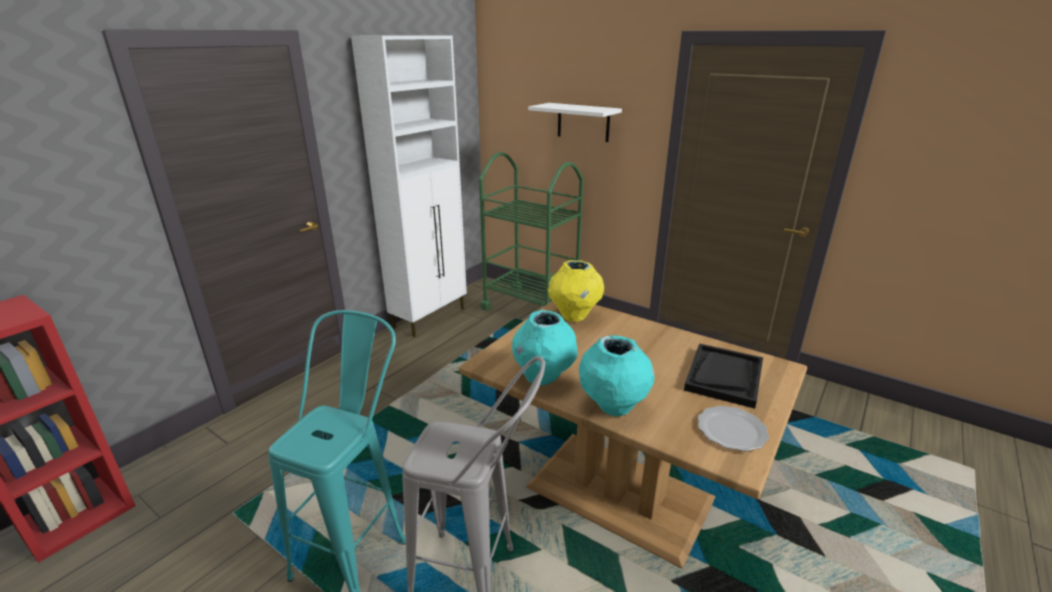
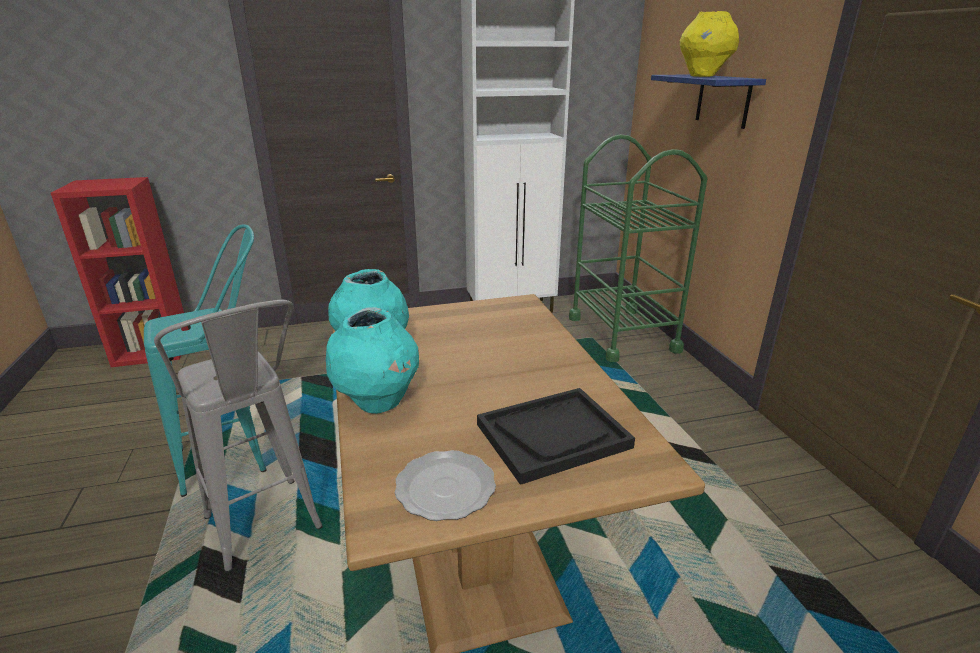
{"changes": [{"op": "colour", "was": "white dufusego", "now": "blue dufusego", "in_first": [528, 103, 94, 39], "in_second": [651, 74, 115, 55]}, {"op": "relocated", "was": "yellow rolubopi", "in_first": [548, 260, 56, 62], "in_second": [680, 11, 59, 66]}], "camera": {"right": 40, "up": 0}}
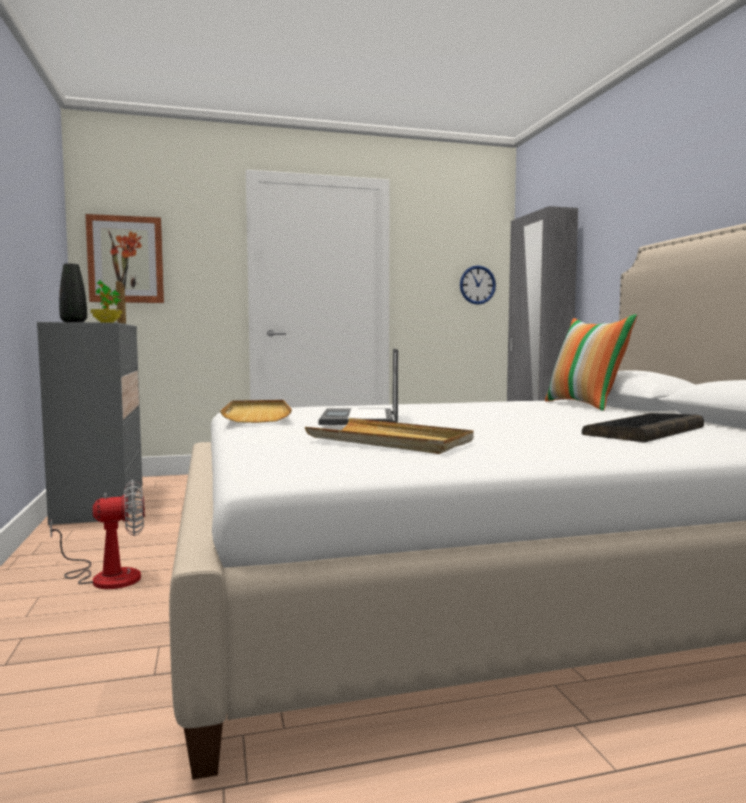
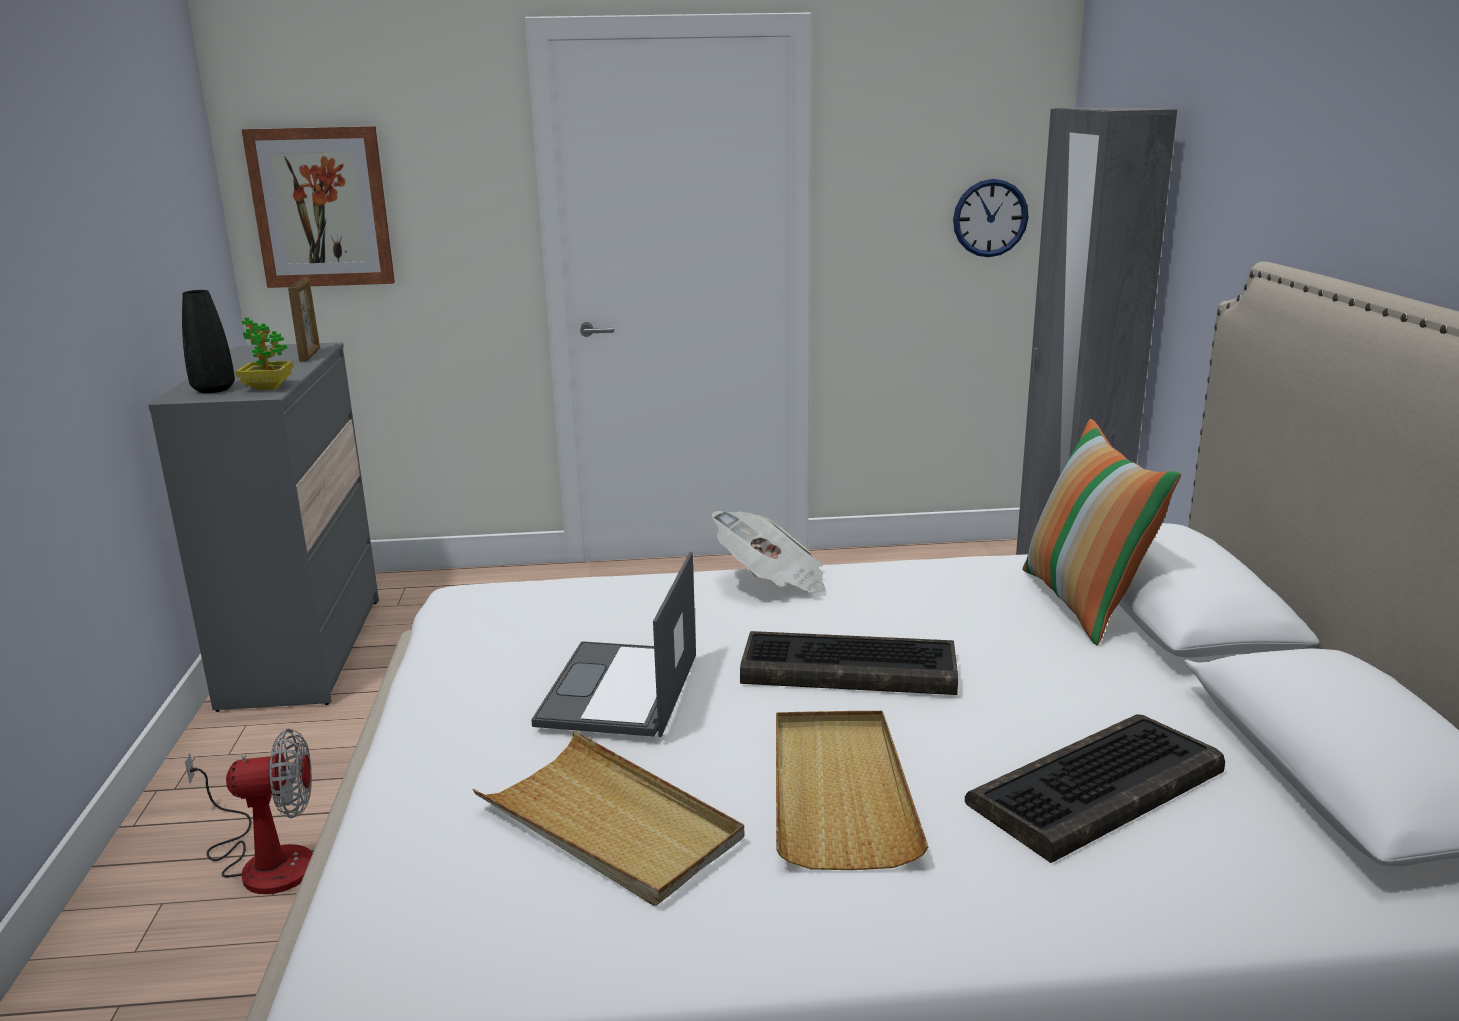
{"changes": [{"op": "relocated", "was": "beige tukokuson", "in_first": [220, 400, 72, 23], "in_second": [776, 711, 152, 159]}, {"op": "appeared", "now": "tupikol", "in_second": [712, 511, 114, 85]}, {"op": "appeared", "now": "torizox", "in_second": [740, 631, 218, 64]}], "camera": {"right": 10, "up": 15}}
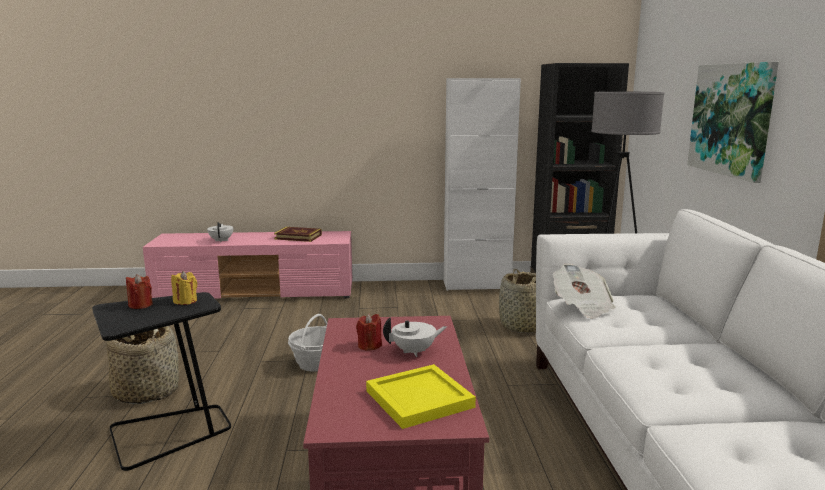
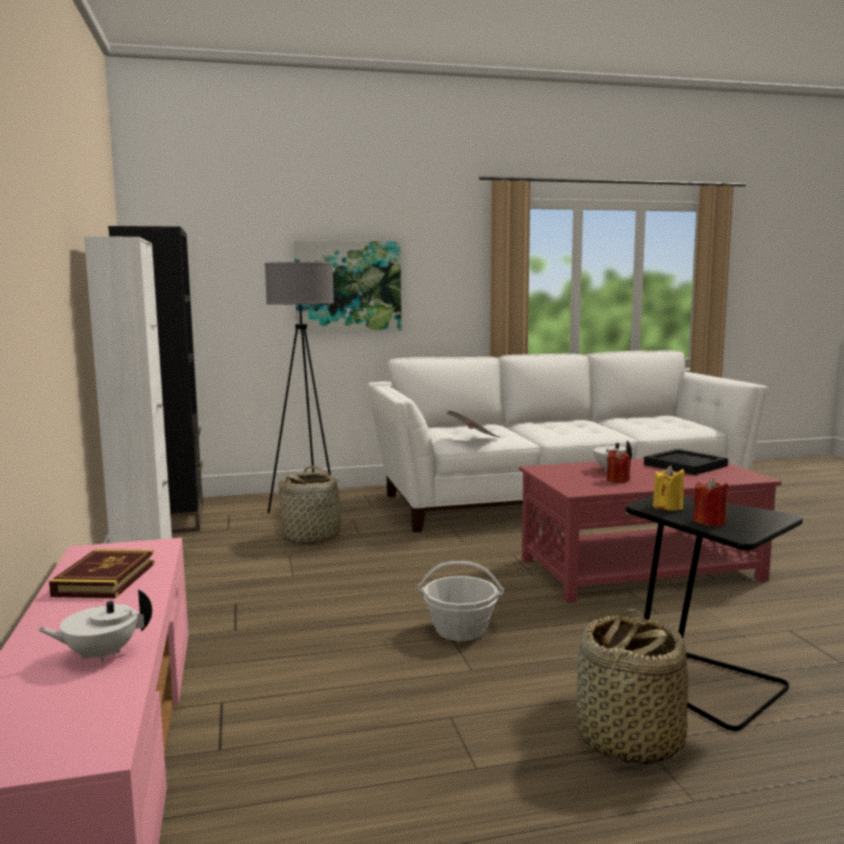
{"changes": [{"op": "colour", "was": "yellow tukokuson", "now": "black tukokuson", "in_first": [366, 364, 110, 65], "in_second": [644, 449, 84, 26]}], "camera": {"right": -100, "up": -5}}
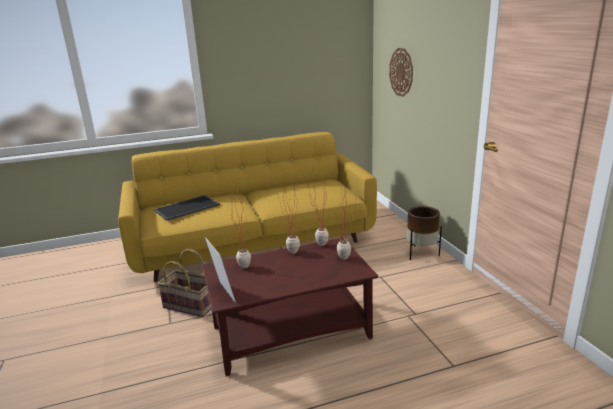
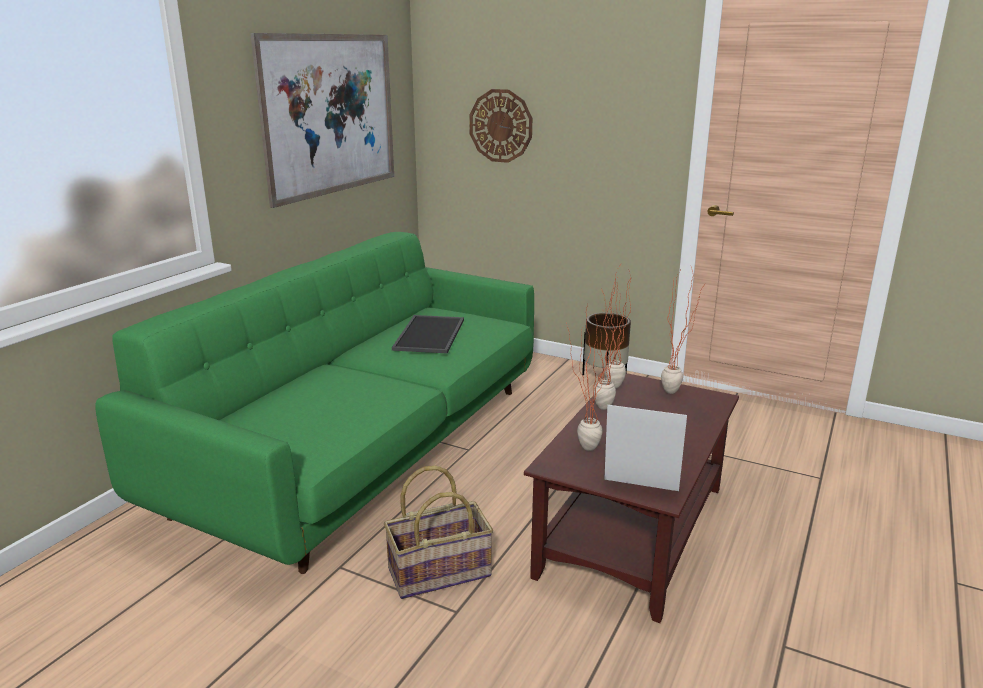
{"changes": [{"op": "colour", "was": "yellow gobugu", "now": "green gobugu", "in_first": [118, 132, 259, 150], "in_second": [95, 232, 439, 342]}, {"op": "relocated", "was": "tukokuson", "in_first": [154, 195, 66, 26], "in_second": [392, 315, 72, 38]}, {"op": "appeared", "now": "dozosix", "in_second": [250, 33, 144, 175]}], "camera": {"right": -45, "up": 0}}
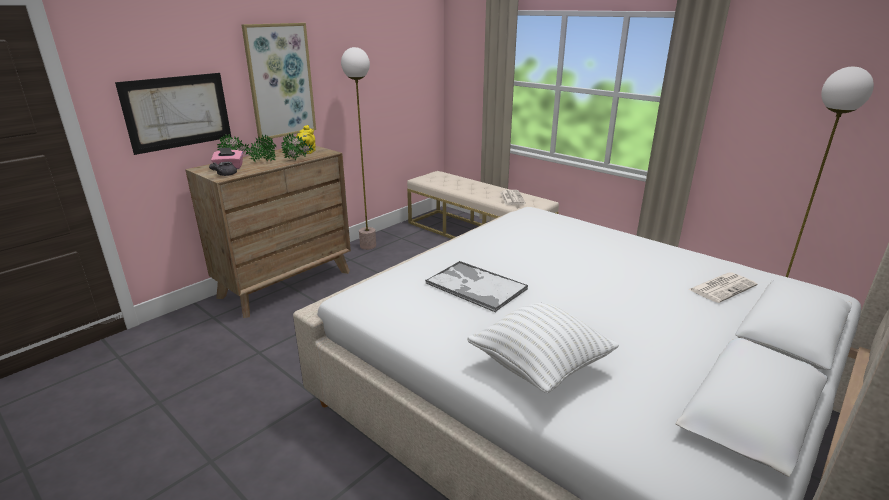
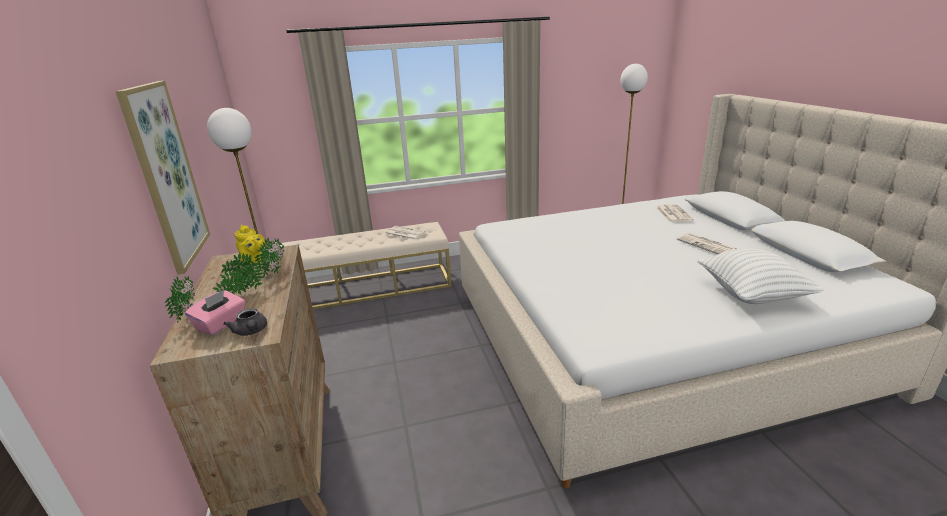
{"changes": [{"op": "missing", "was": "dozosix", "in_first": [115, 73, 116, 82]}, {"op": "missing", "was": "tukokuson", "in_first": [425, 261, 103, 52]}, {"op": "appeared", "now": "tupikol", "in_second": [677, 233, 60, 21]}], "camera": {"right": -55, "up": 0}}
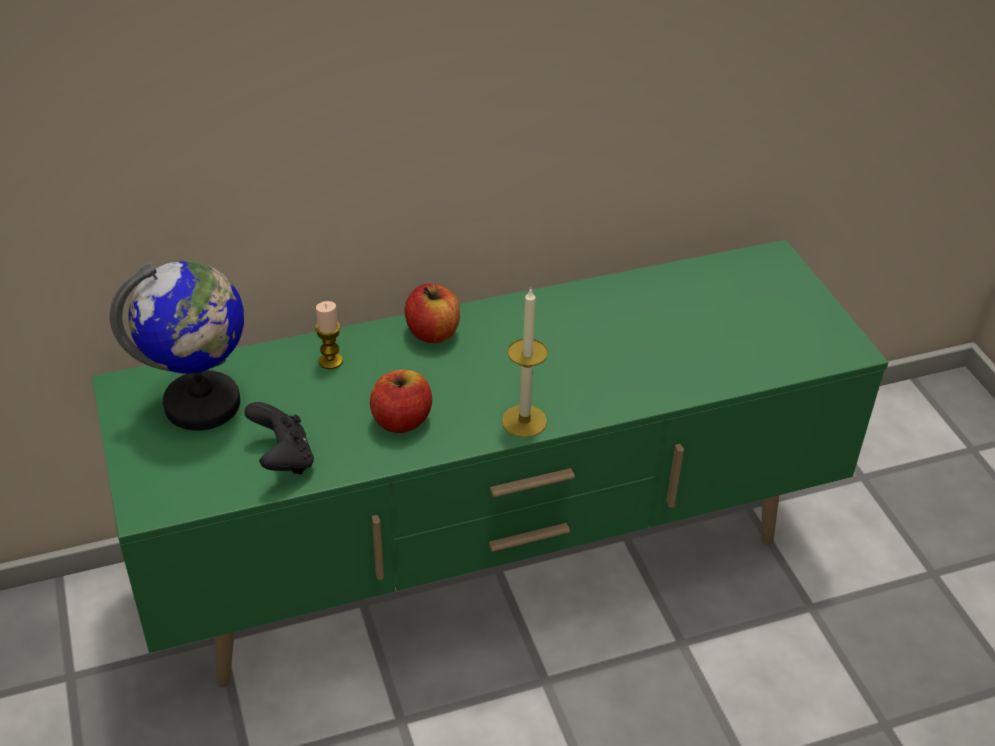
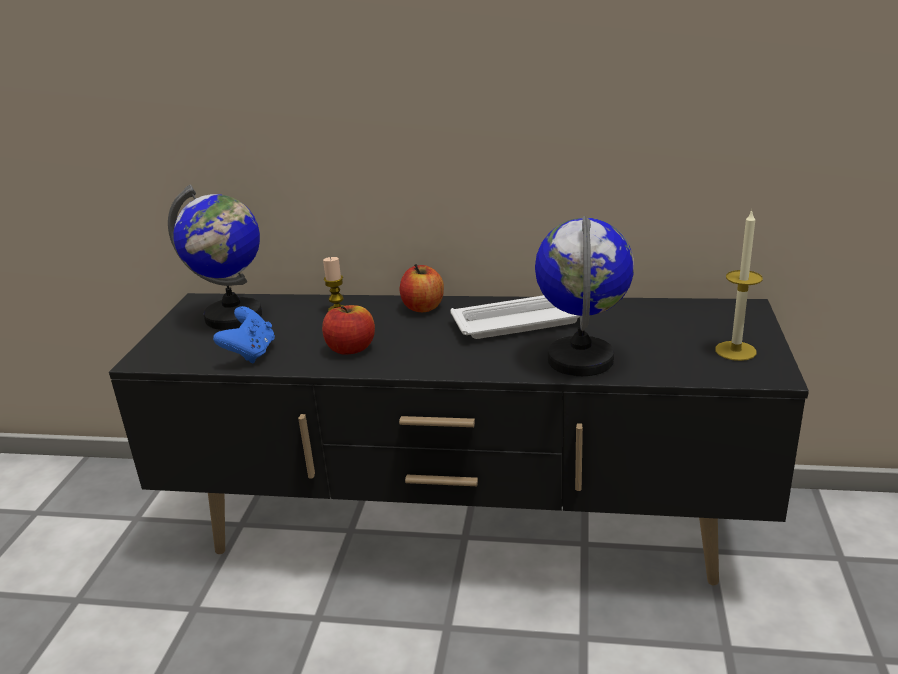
{"changes": [{"op": "colour", "was": "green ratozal", "now": "black ratozal", "in_first": [92, 240, 797, 447], "in_second": [109, 293, 700, 292]}, {"op": "colour", "was": "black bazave", "now": "blue bazave", "in_first": [244, 402, 70, 72], "in_second": [213, 306, 62, 57]}, {"op": "relocated", "was": "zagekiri", "in_first": [502, 287, 46, 151], "in_second": [715, 209, 48, 152]}, {"op": "appeared", "now": "white tukokuson", "in_second": [450, 295, 130, 44]}, {"op": "appeared", "now": "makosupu", "in_second": [535, 216, 99, 160]}], "camera": {"right": 30, "up": -15}}
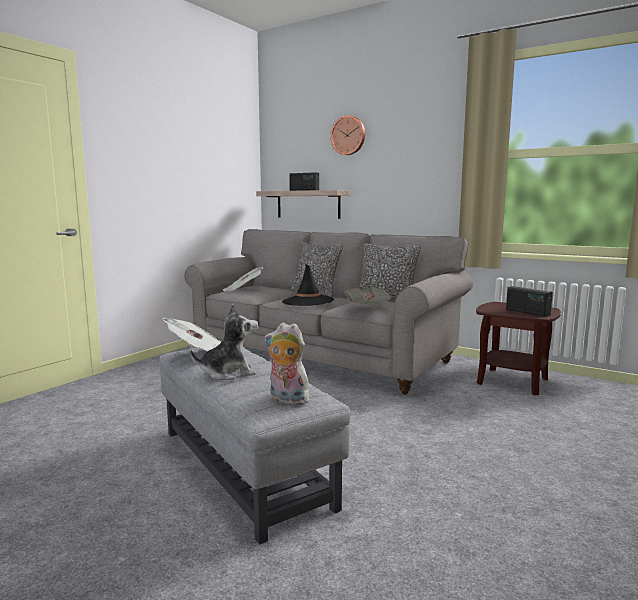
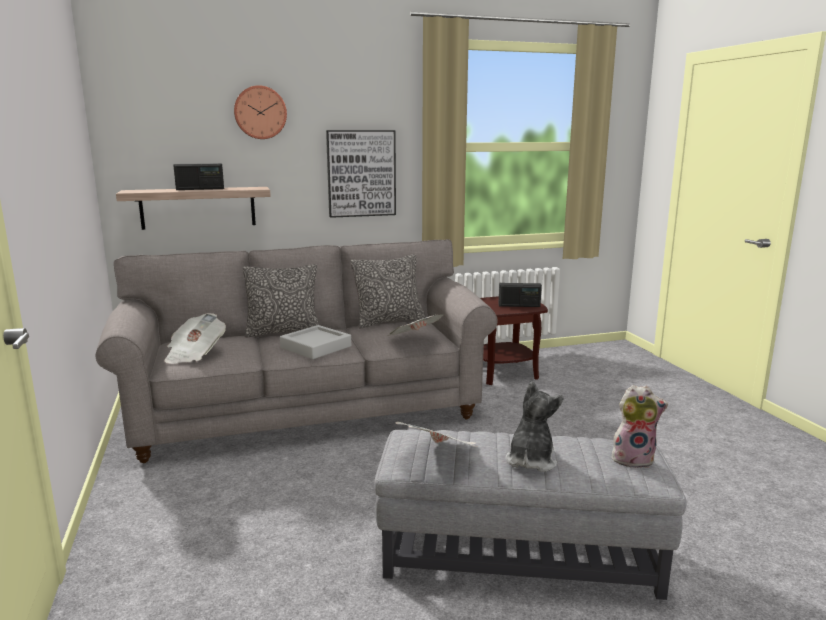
{"changes": [{"op": "spun", "was": "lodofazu", "in_first": [265, 323, 44, 82], "in_second": [611, 385, 57, 83], "clockwise": -150}, {"op": "exchanged", "was": "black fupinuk", "now": "grey tukokuson", "in_first": [282, 264, 52, 42], "in_second": [280, 325, 71, 34]}, {"op": "appeared", "now": "dozosix", "in_second": [326, 130, 70, 88]}], "camera": {"right": -50, "up": 5}}
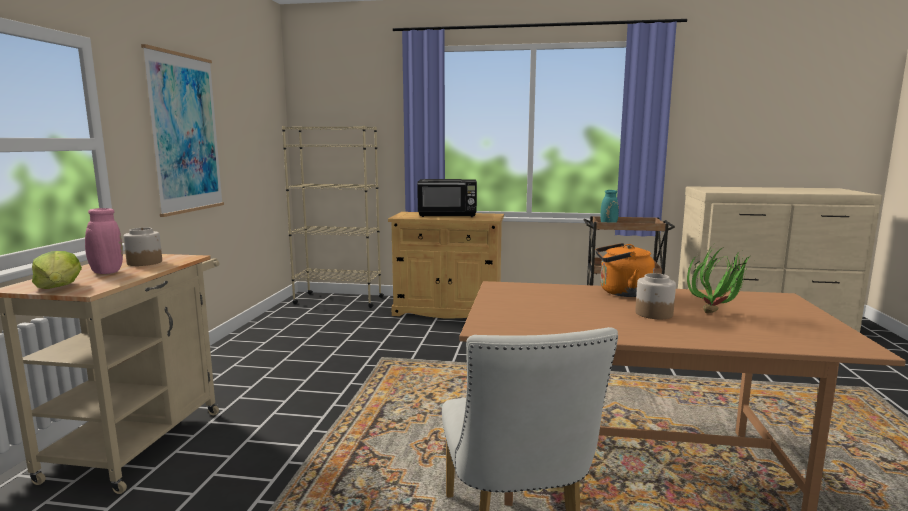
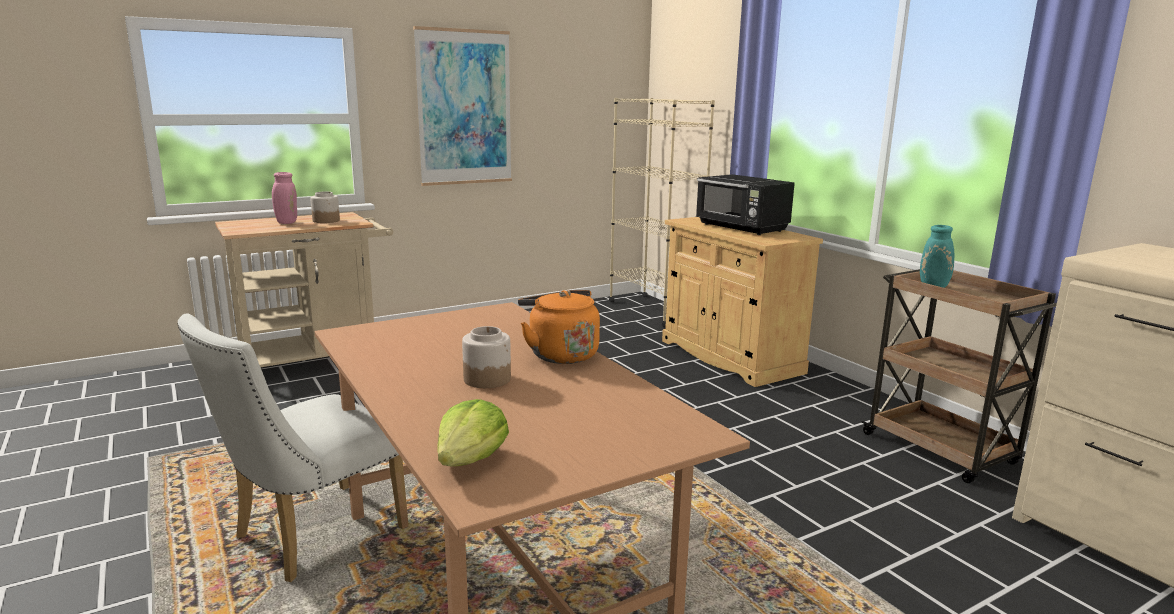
{"changes": [{"op": "relocated", "was": "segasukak", "in_first": [32, 251, 50, 38], "in_second": [437, 399, 72, 68]}, {"op": "missing", "was": "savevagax", "in_first": [687, 244, 62, 69]}], "camera": {"right": 50, "up": 5}}
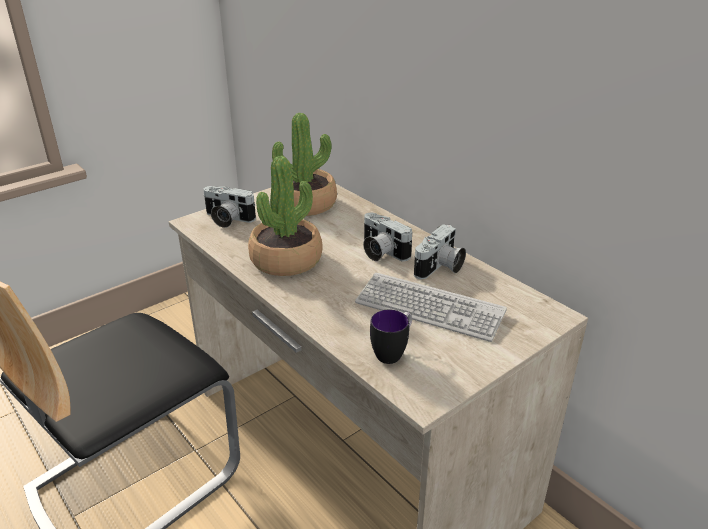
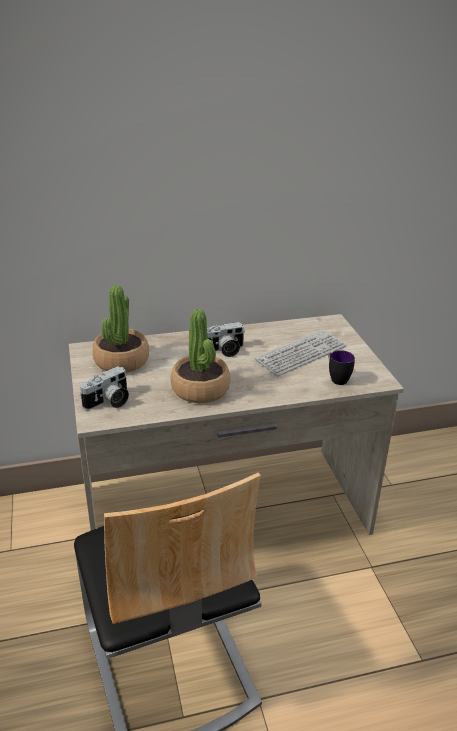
{"changes": [{"op": "missing", "was": "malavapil", "in_first": [414, 224, 52, 55]}], "camera": {"right": -65, "up": 0}}
